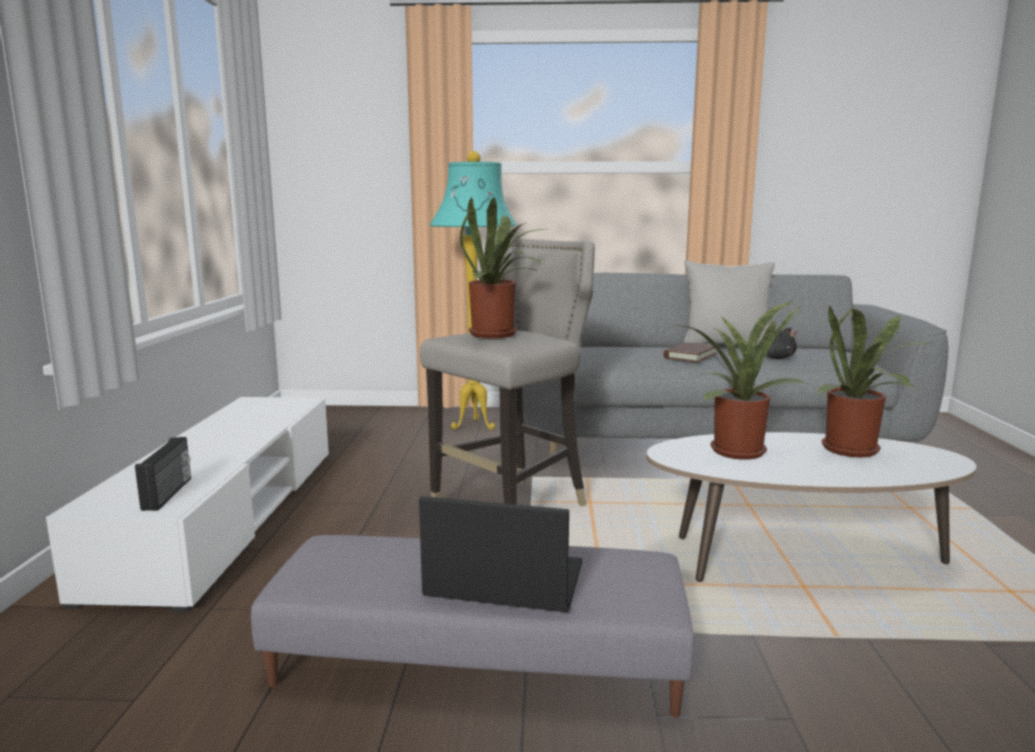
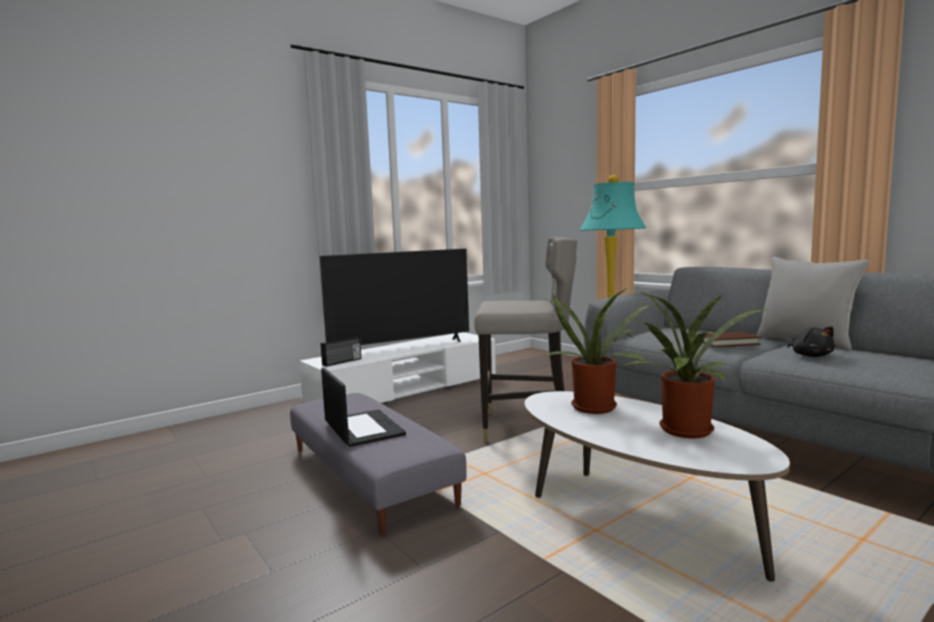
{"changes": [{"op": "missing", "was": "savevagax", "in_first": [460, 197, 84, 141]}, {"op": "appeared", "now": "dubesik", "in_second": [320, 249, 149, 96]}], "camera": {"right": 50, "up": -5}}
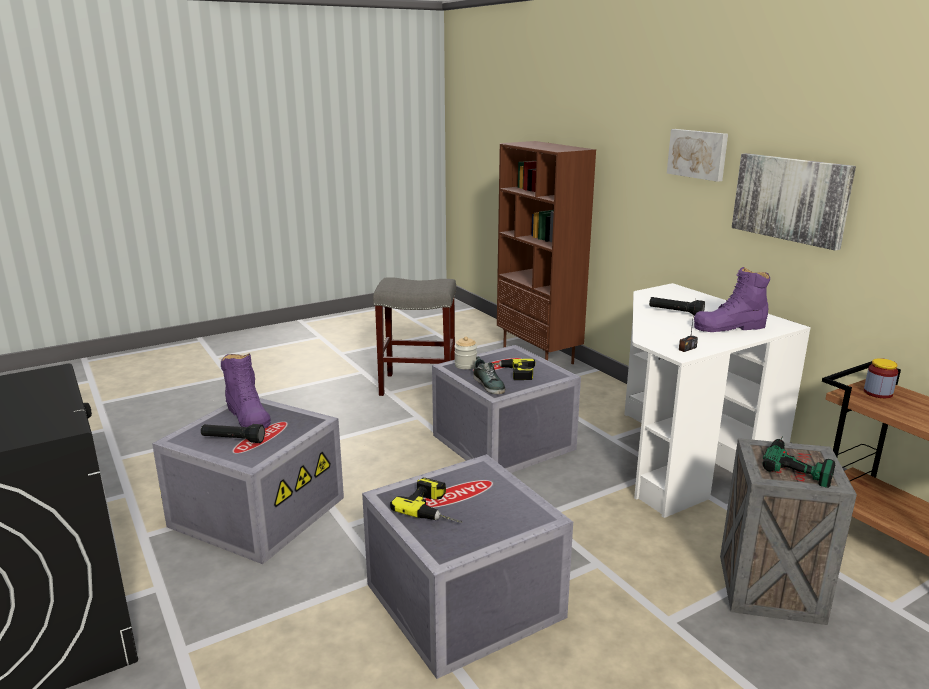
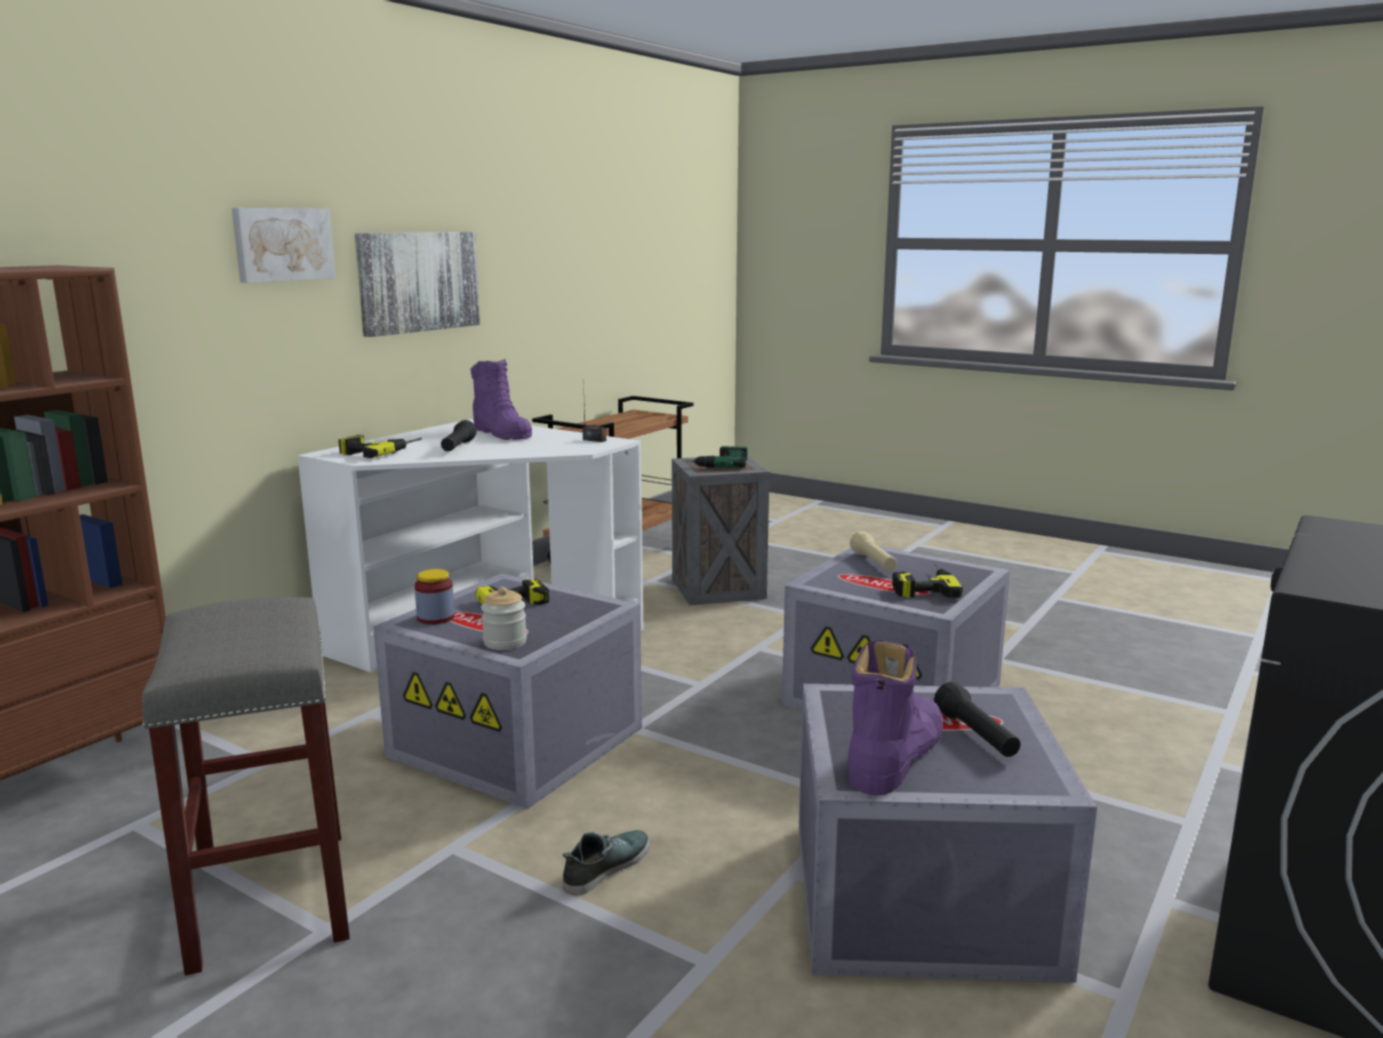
{"changes": [{"op": "relocated", "was": "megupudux", "in_first": [473, 356, 32, 38], "in_second": [563, 830, 87, 66]}, {"op": "relocated", "was": "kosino", "in_first": [864, 358, 34, 40], "in_second": [415, 569, 40, 55]}, {"op": "appeared", "now": "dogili", "in_second": [339, 435, 83, 23]}, {"op": "appeared", "now": "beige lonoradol", "in_second": [850, 531, 47, 40]}], "camera": {"right": -115, "up": -5}}
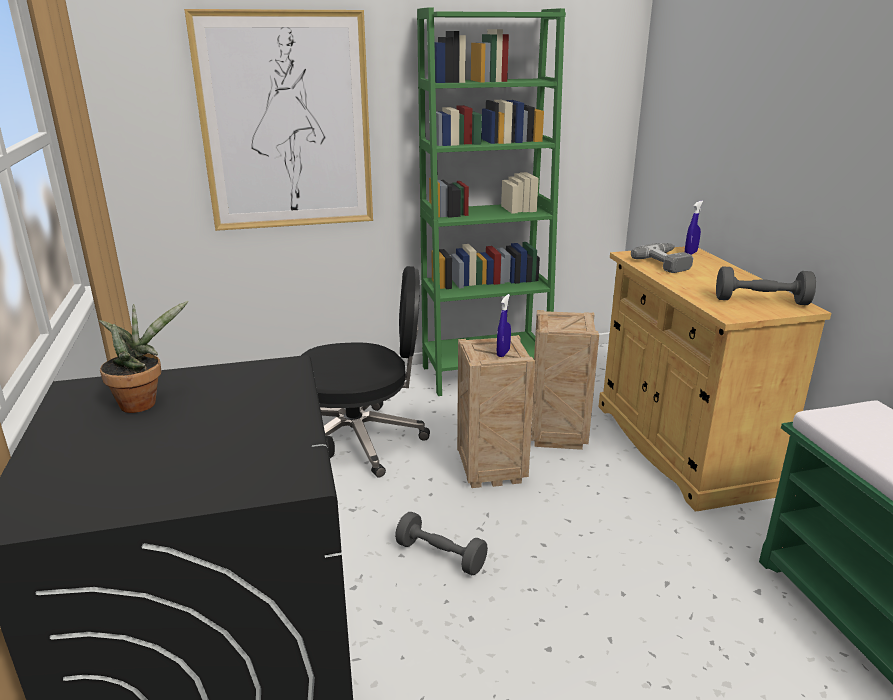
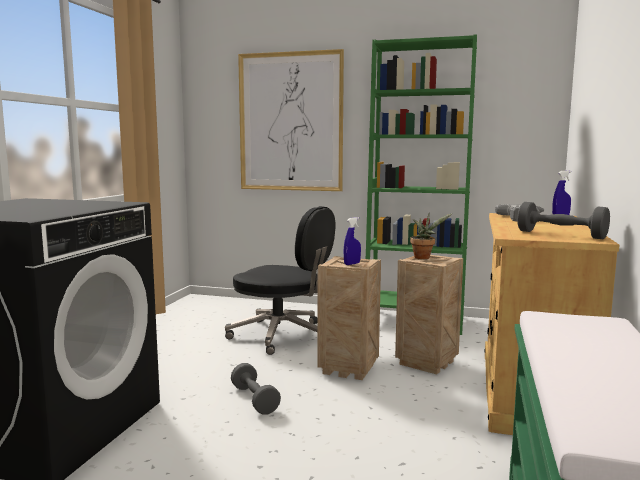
{"changes": [{"op": "relocated", "was": "savevagax", "in_first": [99, 301, 89, 112], "in_second": [410, 213, 42, 46]}], "camera": {"right": 30, "up": -15}}
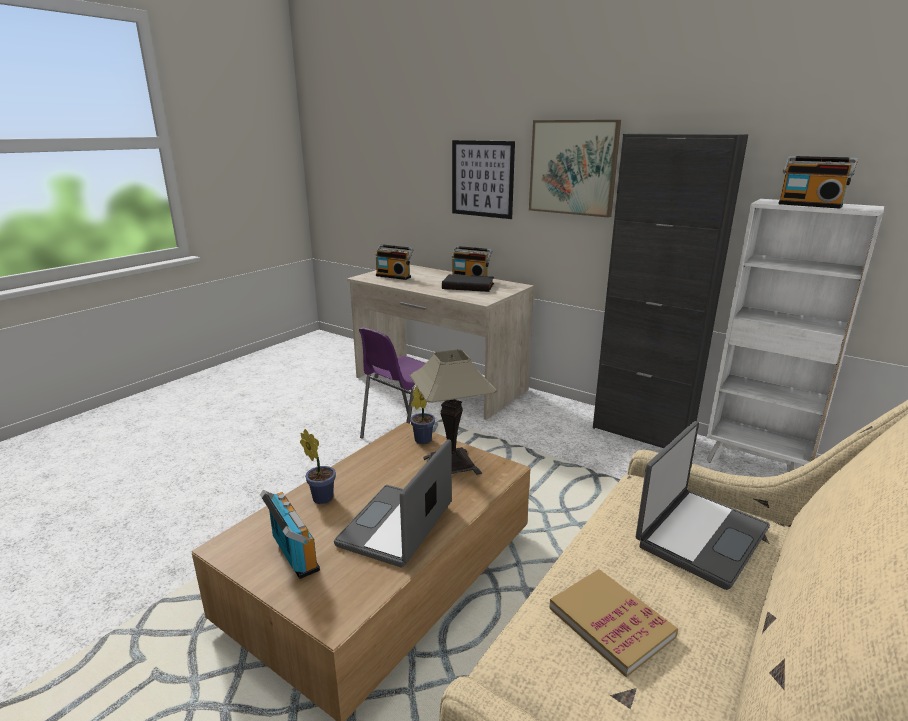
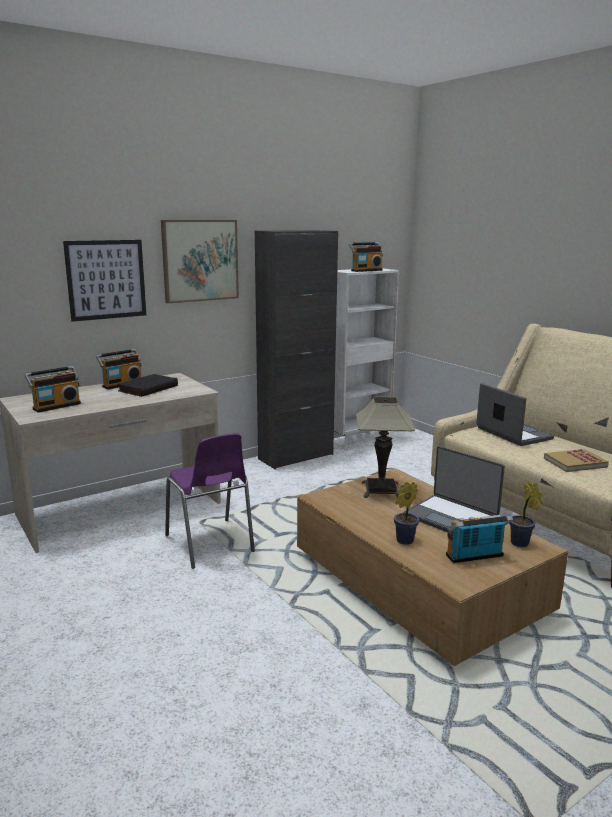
{"changes": [{"op": "relocated", "was": "savevagax", "in_first": [410, 387, 25, 57], "in_second": [509, 481, 34, 66]}], "camera": {"right": -70, "up": -5}}
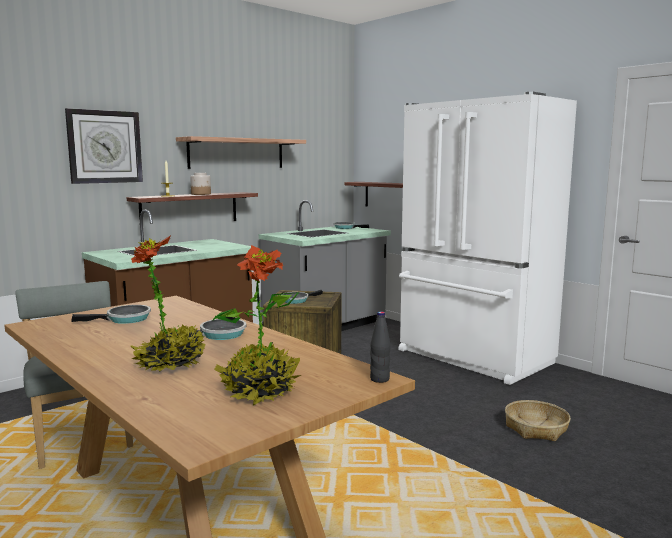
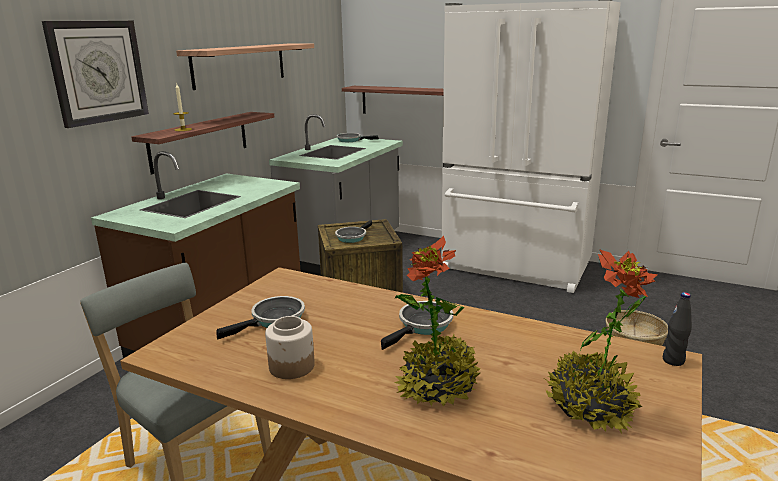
{"changes": [{"op": "relocated", "was": "kosino", "in_first": [190, 173, 21, 22], "in_second": [265, 316, 50, 63]}], "camera": {"right": -20, "up": 10}}
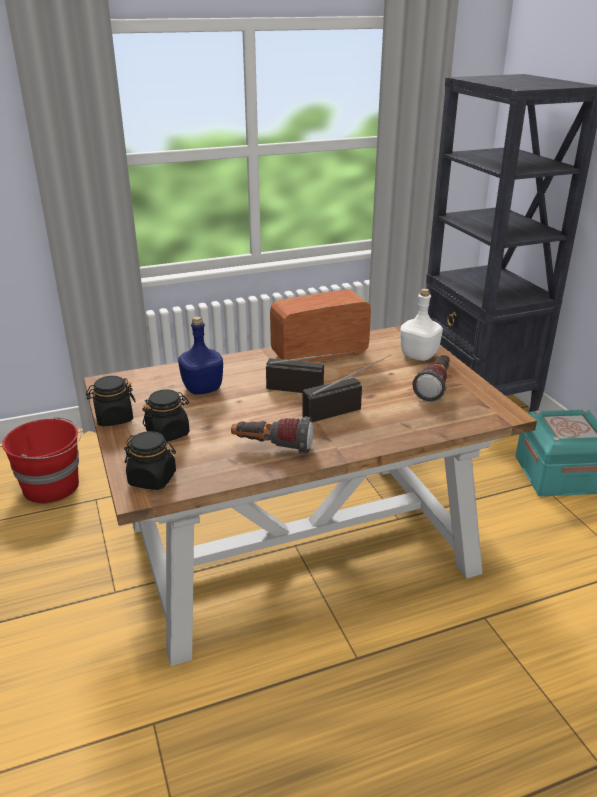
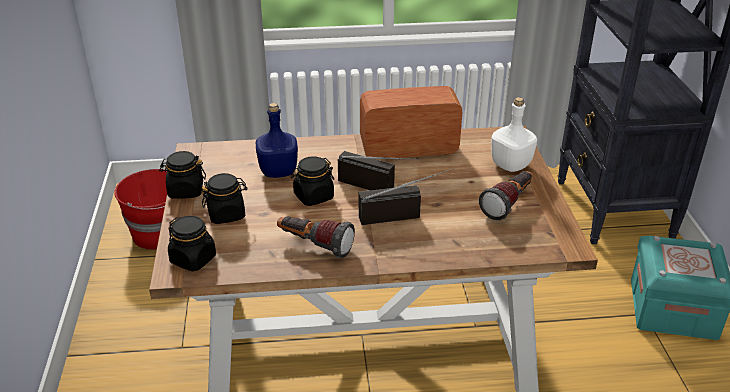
{"changes": [{"op": "appeared", "now": "black kosino", "in_second": [291, 156, 43, 50]}], "camera": {"right": 15, "up": 5}}
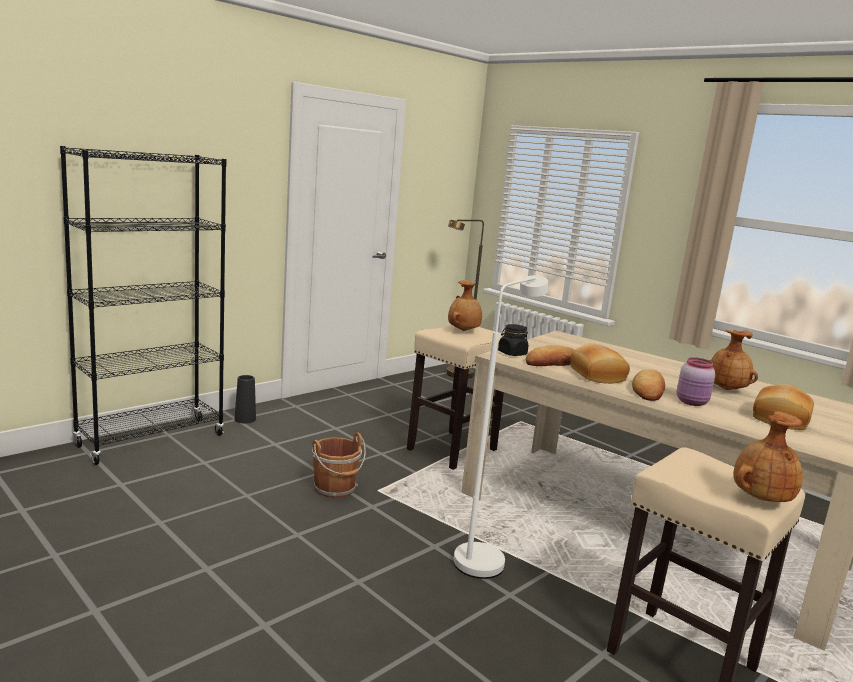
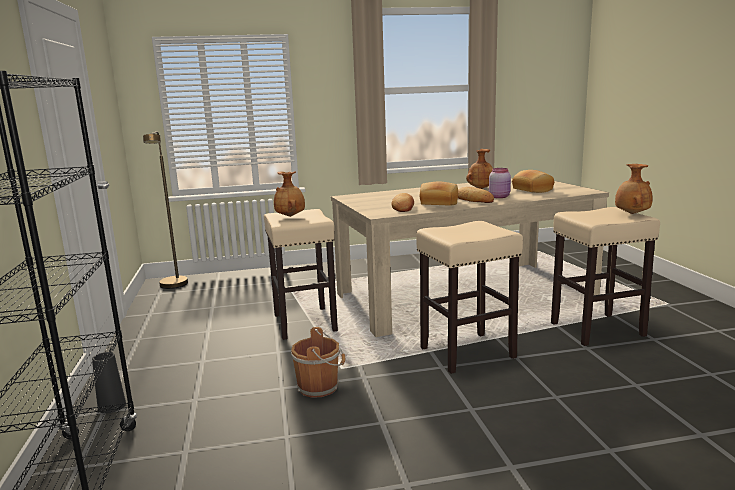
{"changes": [{"op": "exchanged", "was": "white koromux", "now": "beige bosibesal", "in_first": [453, 275, 95, 304], "in_second": [416, 221, 107, 153]}, {"op": "missing", "was": "black kosino", "in_first": [498, 324, 30, 32]}], "camera": {"right": -55, "up": 0}}
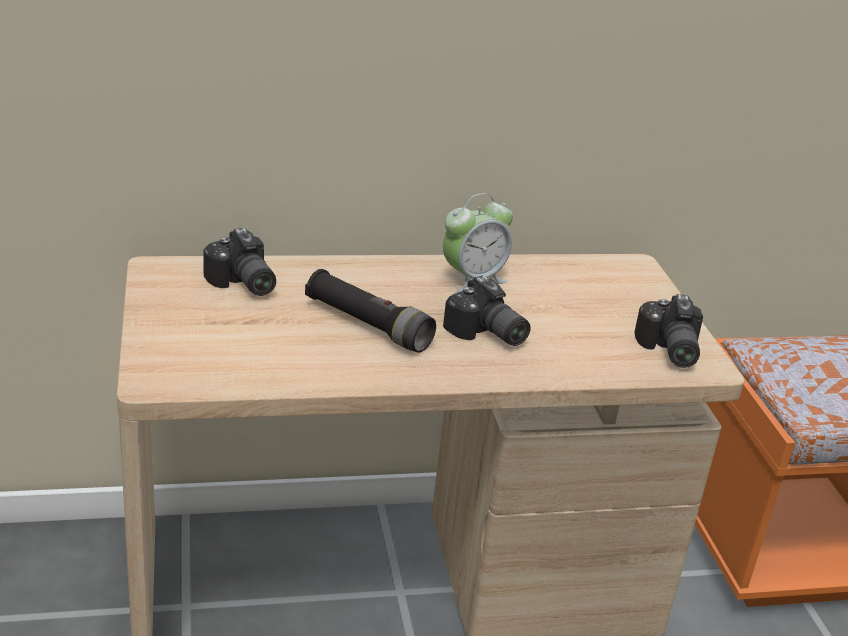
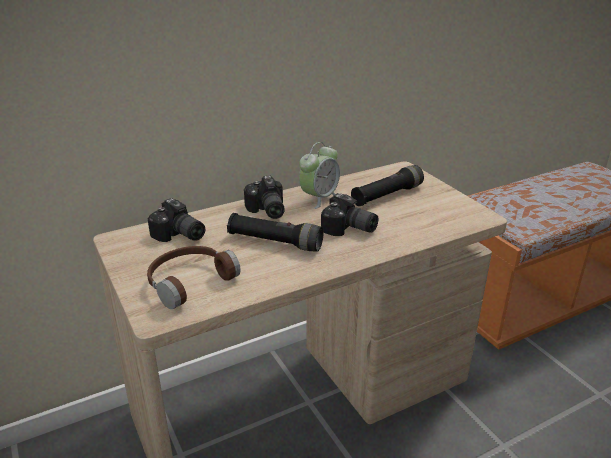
{"changes": [{"op": "relocated", "was": "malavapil", "in_first": [634, 294, 69, 74], "in_second": [244, 175, 41, 44]}, {"op": "appeared", "now": "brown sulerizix", "in_second": [147, 246, 94, 63]}, {"op": "appeared", "now": "black lonoradol", "in_second": [351, 165, 73, 41]}], "camera": {"right": -15, "up": 0}}
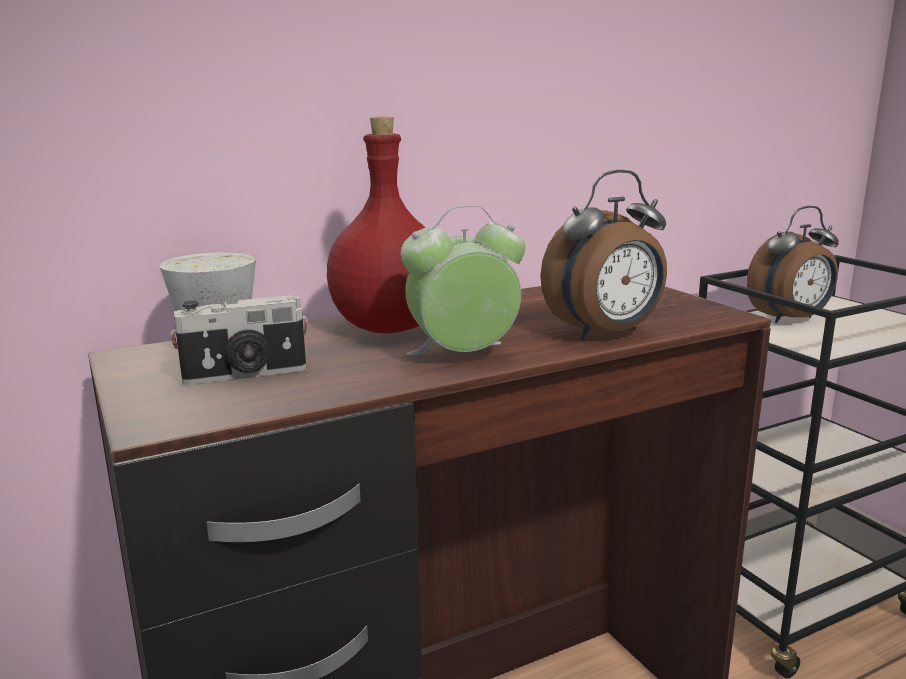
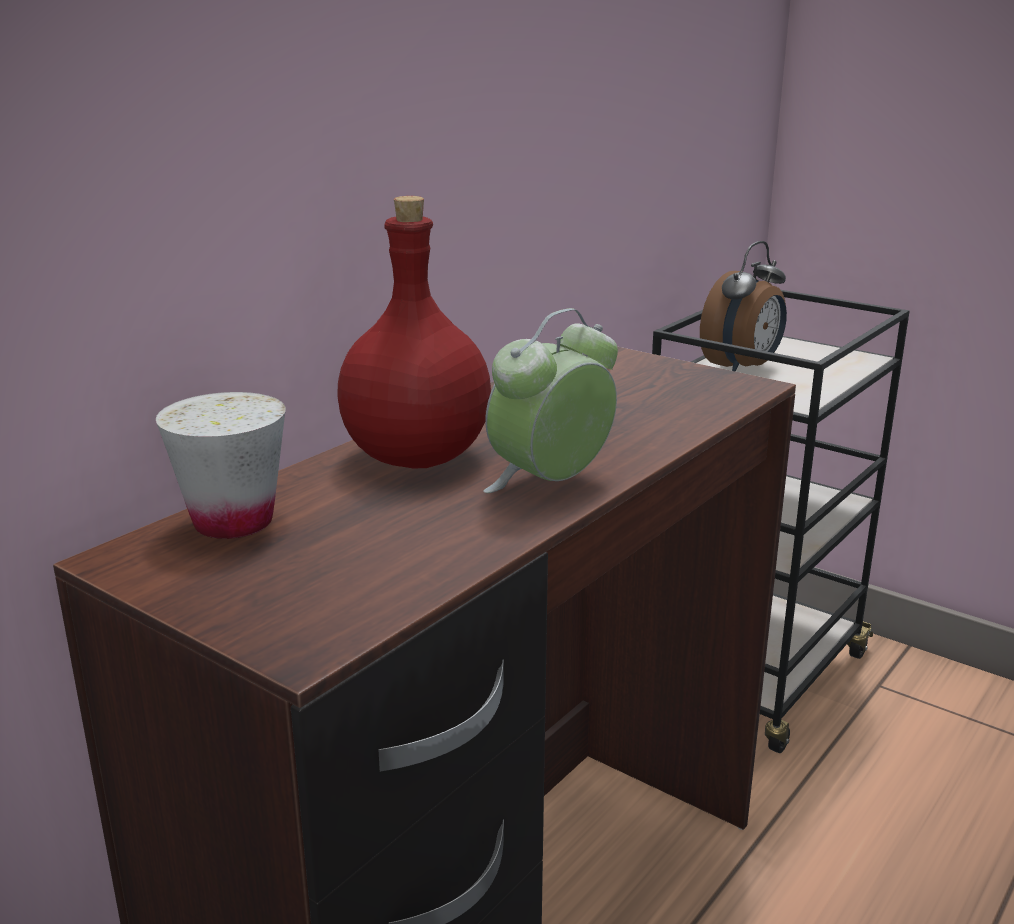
{"changes": [{"op": "missing", "was": "malavapil", "in_first": [170, 295, 138, 90]}, {"op": "missing", "was": "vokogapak", "in_first": [540, 170, 127, 170]}], "camera": {"right": -25, "up": 5}}
